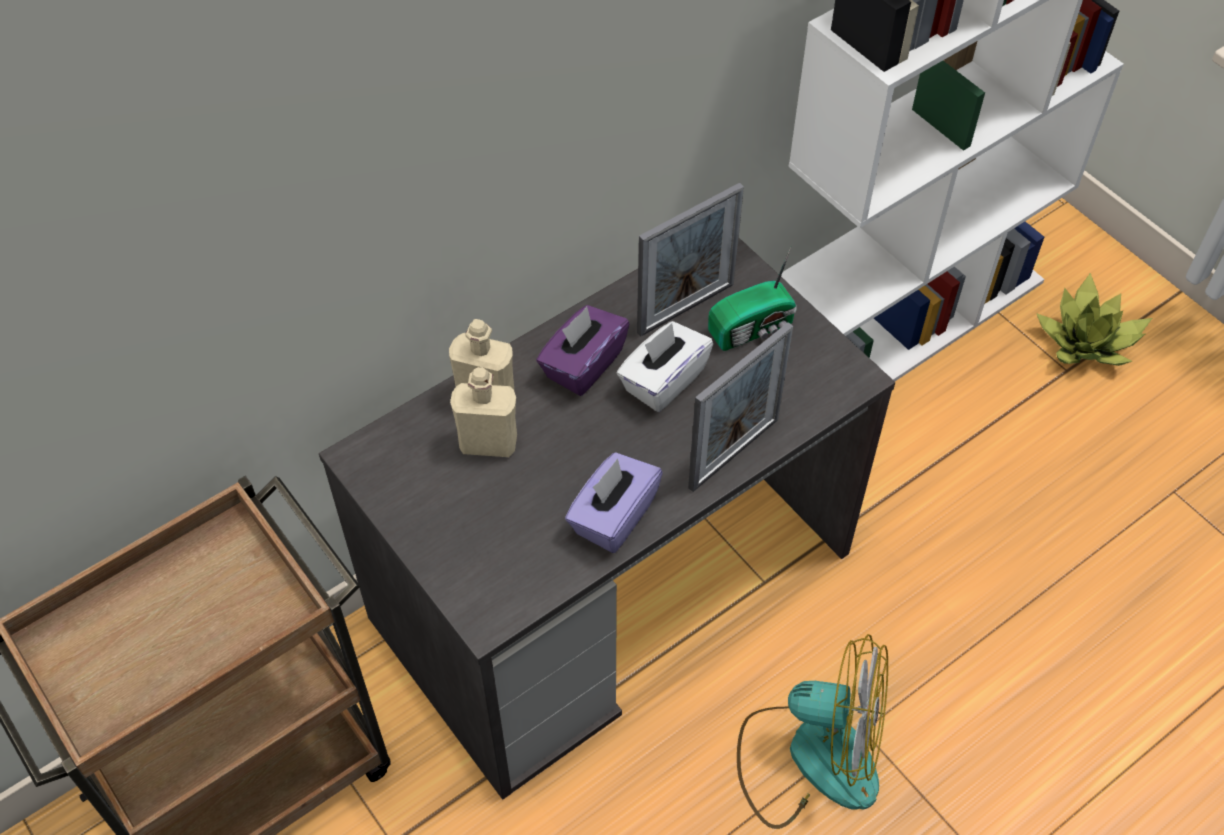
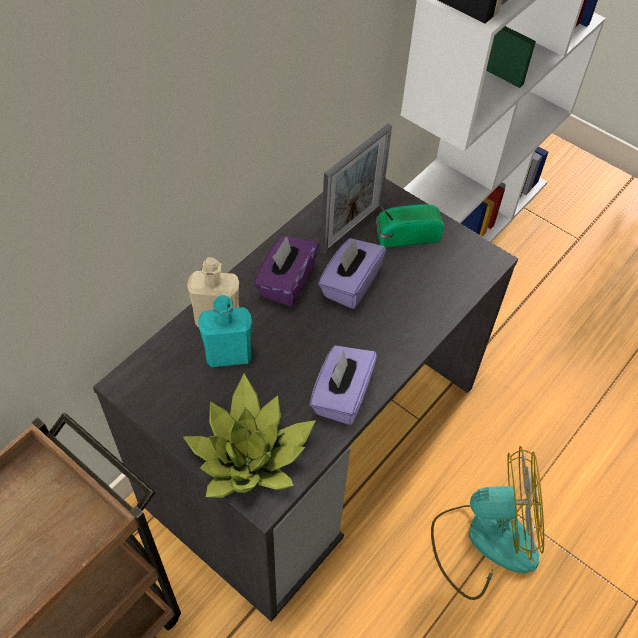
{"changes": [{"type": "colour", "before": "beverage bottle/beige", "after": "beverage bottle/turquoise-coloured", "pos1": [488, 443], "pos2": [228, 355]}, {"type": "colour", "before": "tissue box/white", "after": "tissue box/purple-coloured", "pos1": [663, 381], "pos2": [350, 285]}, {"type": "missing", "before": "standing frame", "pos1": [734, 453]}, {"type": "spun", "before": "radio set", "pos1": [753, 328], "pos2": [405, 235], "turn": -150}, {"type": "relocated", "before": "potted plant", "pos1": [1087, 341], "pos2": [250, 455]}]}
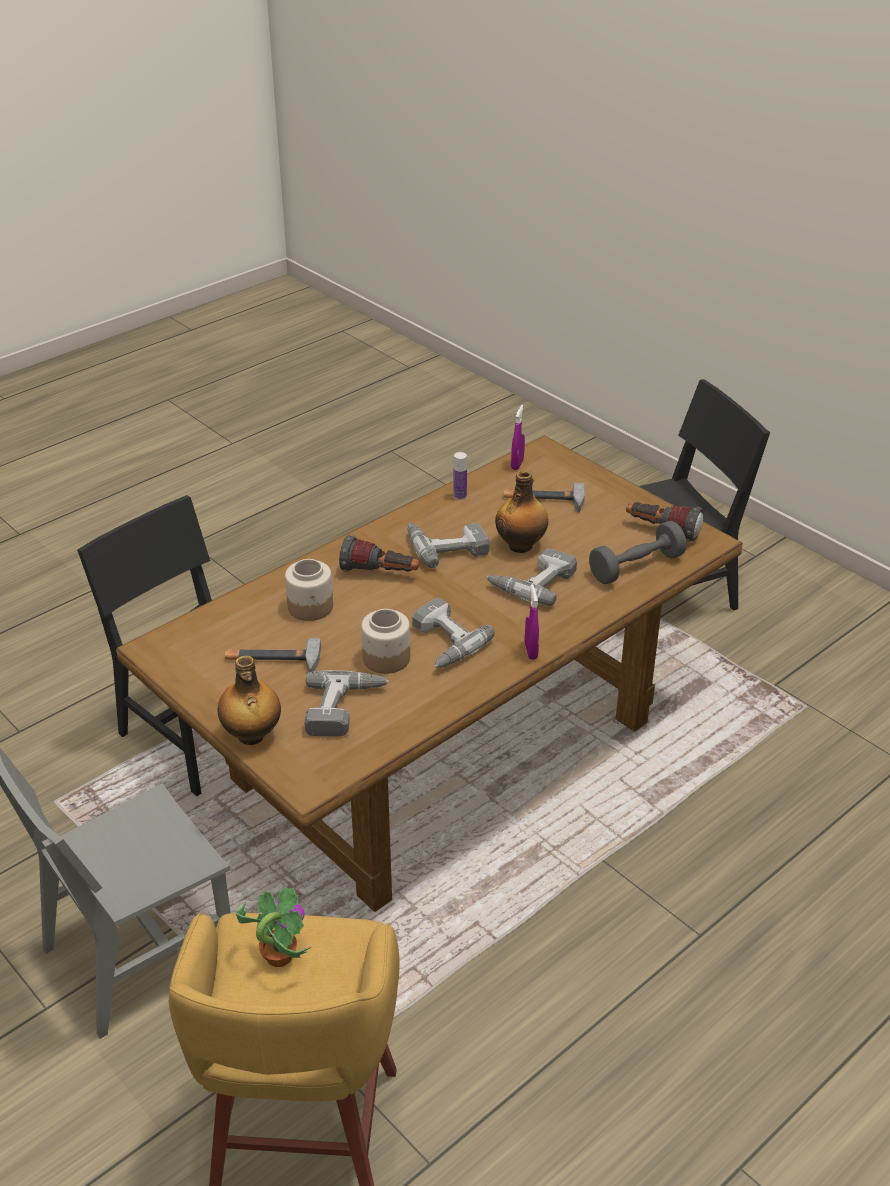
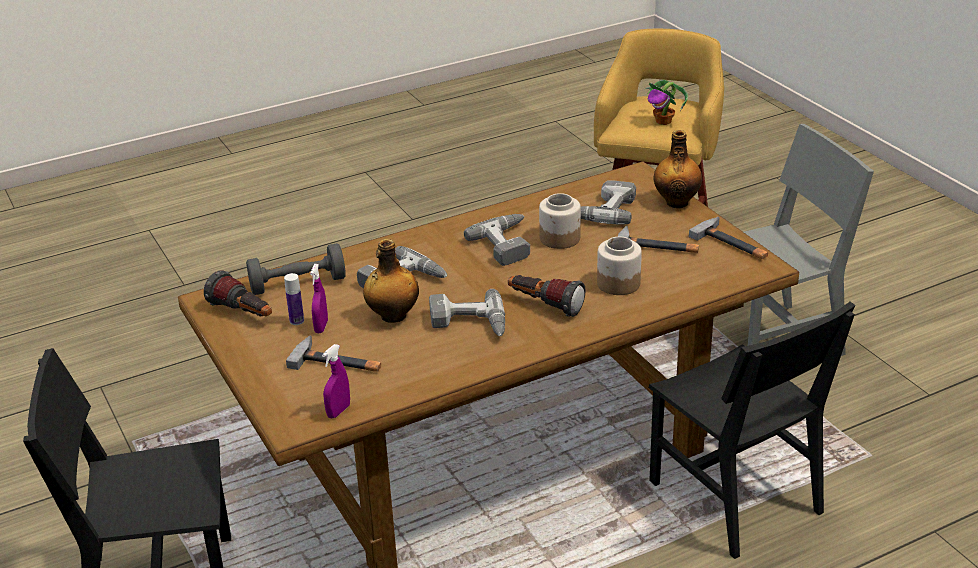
{"changes": [{"type": "relocated", "before": "beverage bottle", "pos1": [460, 496], "pos2": [297, 321]}, {"type": "relocated", "before": "hand sprayer/purple-coloured", "pos1": [531, 651], "pos2": [321, 327]}, {"type": "appeared", "after": "hand hammer", "pos2": [733, 244]}]}
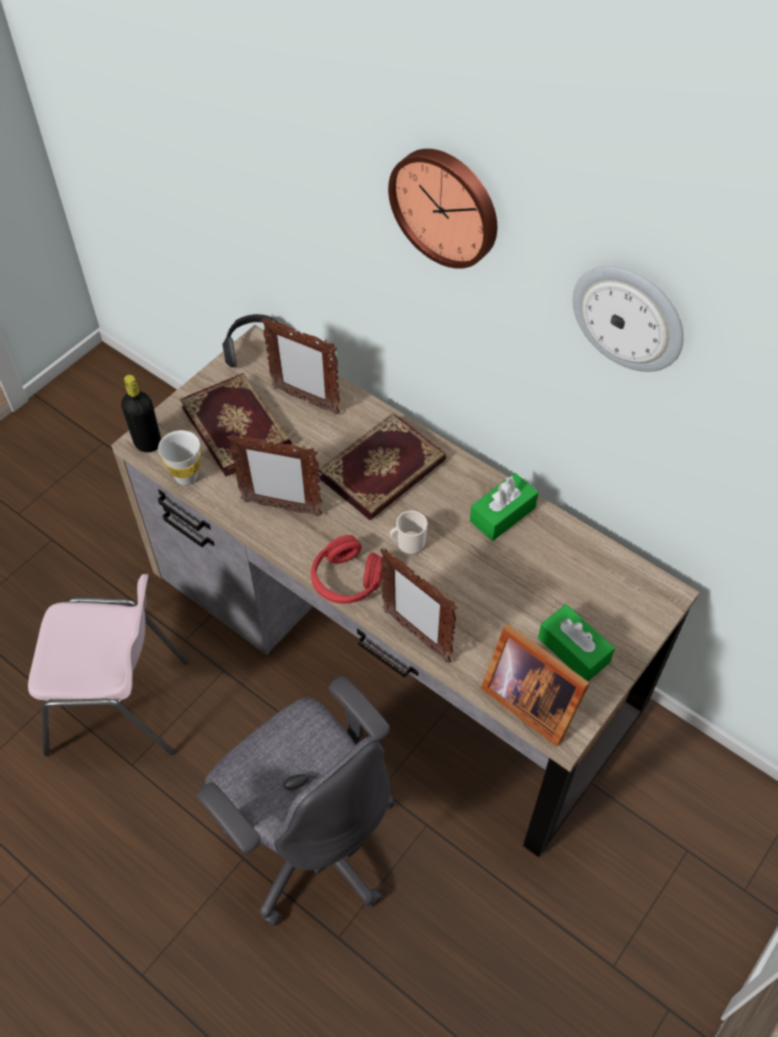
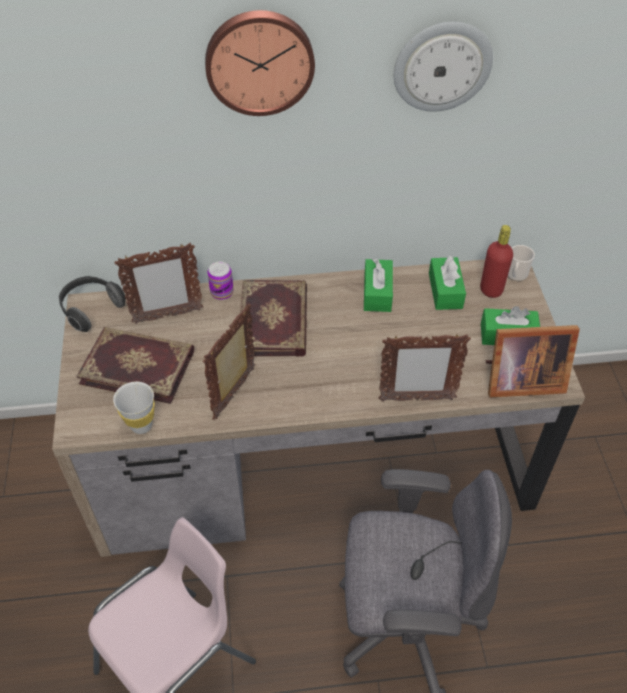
{"changes": [{"type": "missing", "before": "beverage bottle/black-coloured", "pos1": [147, 443]}, {"type": "spun", "before": "standing frame", "pos1": [281, 507], "pos2": [235, 393], "turn": 150}, {"type": "missing", "before": "headset/reddish", "pos1": [346, 580]}, {"type": "relocated", "before": "coffee mug", "pos1": [407, 544], "pos2": [515, 275]}, {"type": "appeared", "after": "can", "pos2": [222, 292]}, {"type": "appeared", "after": "tissue box/green", "pos2": [445, 291]}, {"type": "appeared", "after": "beverage bottle/reddish", "pos2": [491, 290]}]}
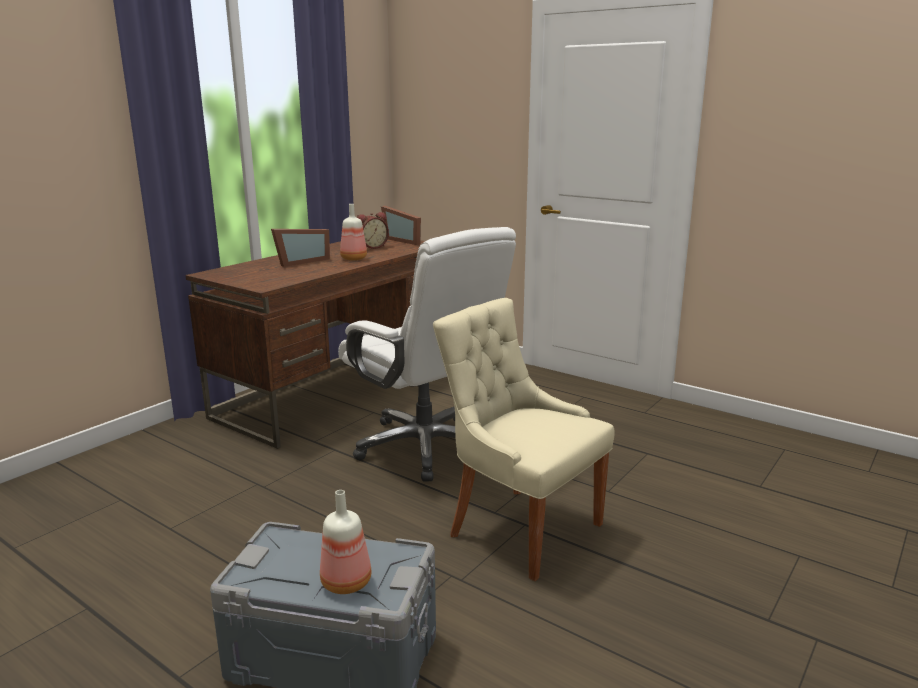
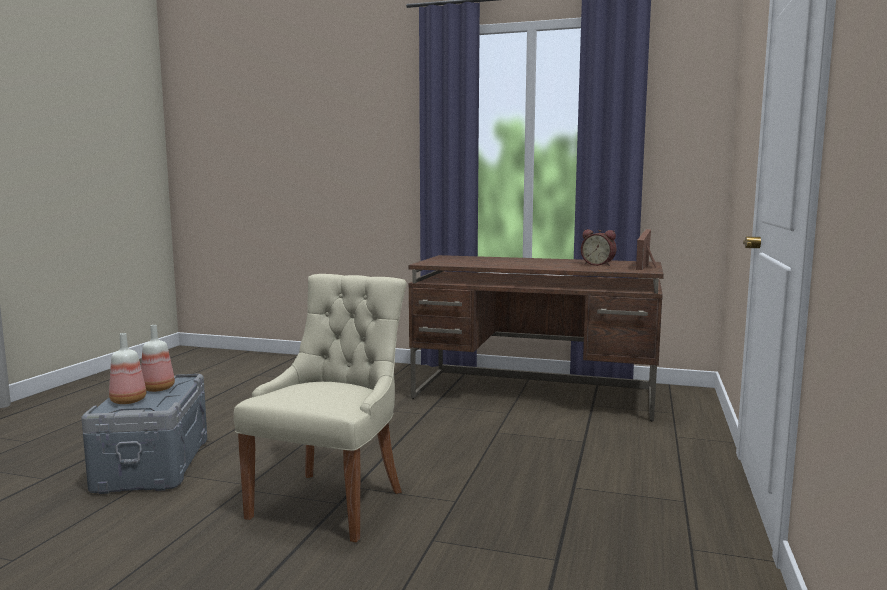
{"changes": [{"type": "missing", "before": "standing frame", "pos1": [300, 261]}, {"type": "missing", "before": "office chair/white", "pos1": [426, 447]}, {"type": "relocated", "before": "beverage bottle", "pos1": [353, 259], "pos2": [157, 388]}]}
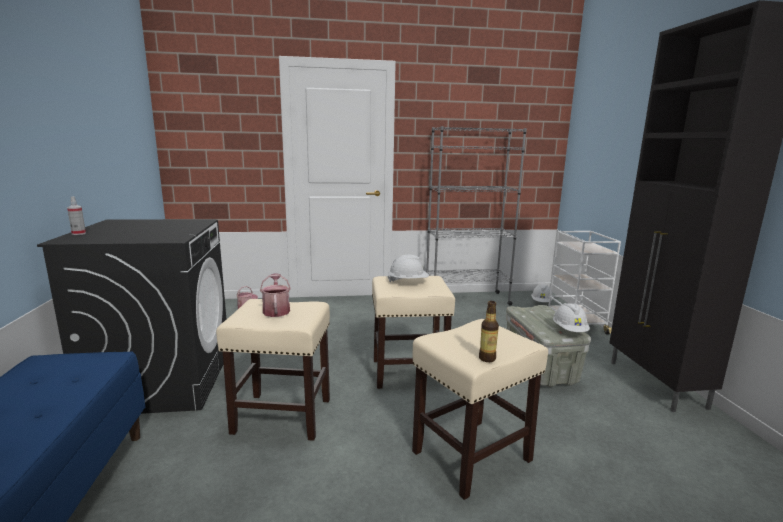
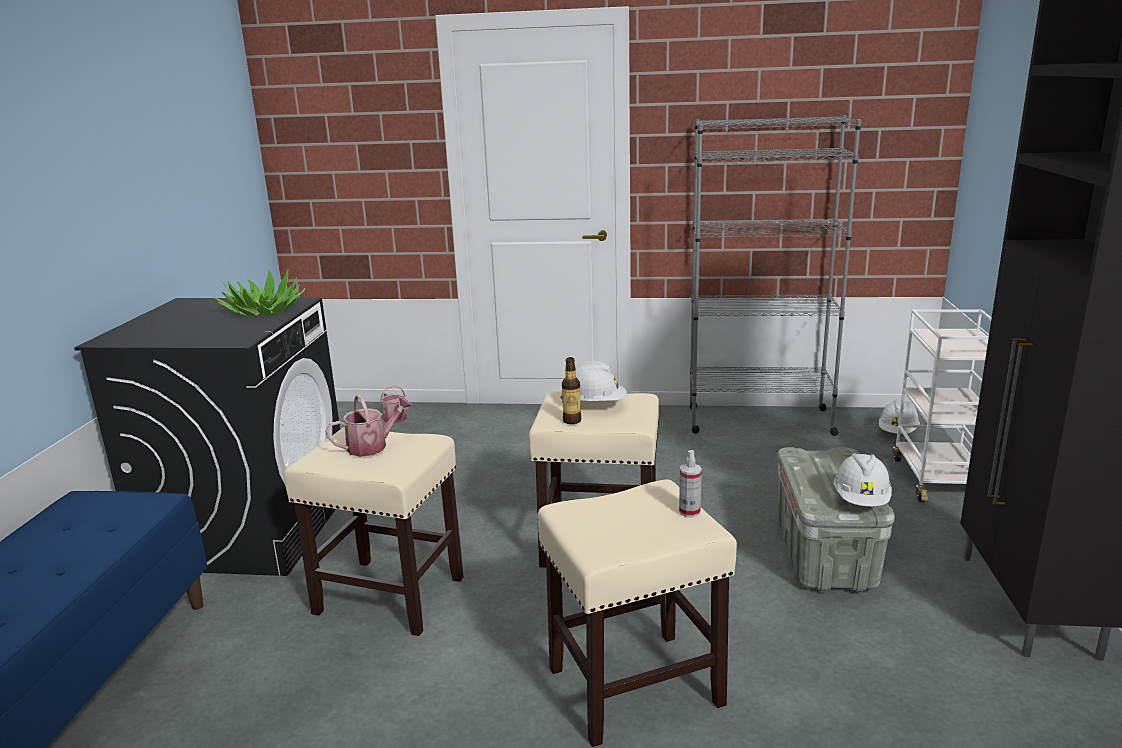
{"changes": [{"type": "relocated", "before": "hand sprayer", "pos1": [79, 233], "pos2": [689, 512]}, {"type": "spun", "before": "watering can", "pos1": [276, 310], "pos2": [372, 446], "turn": 60}, {"type": "relocated", "before": "beverage bottle", "pos1": [487, 358], "pos2": [572, 421]}, {"type": "appeared", "after": "potted plant", "pos2": [263, 311]}]}
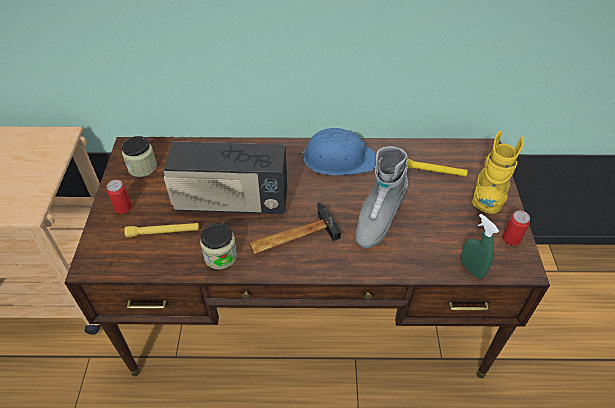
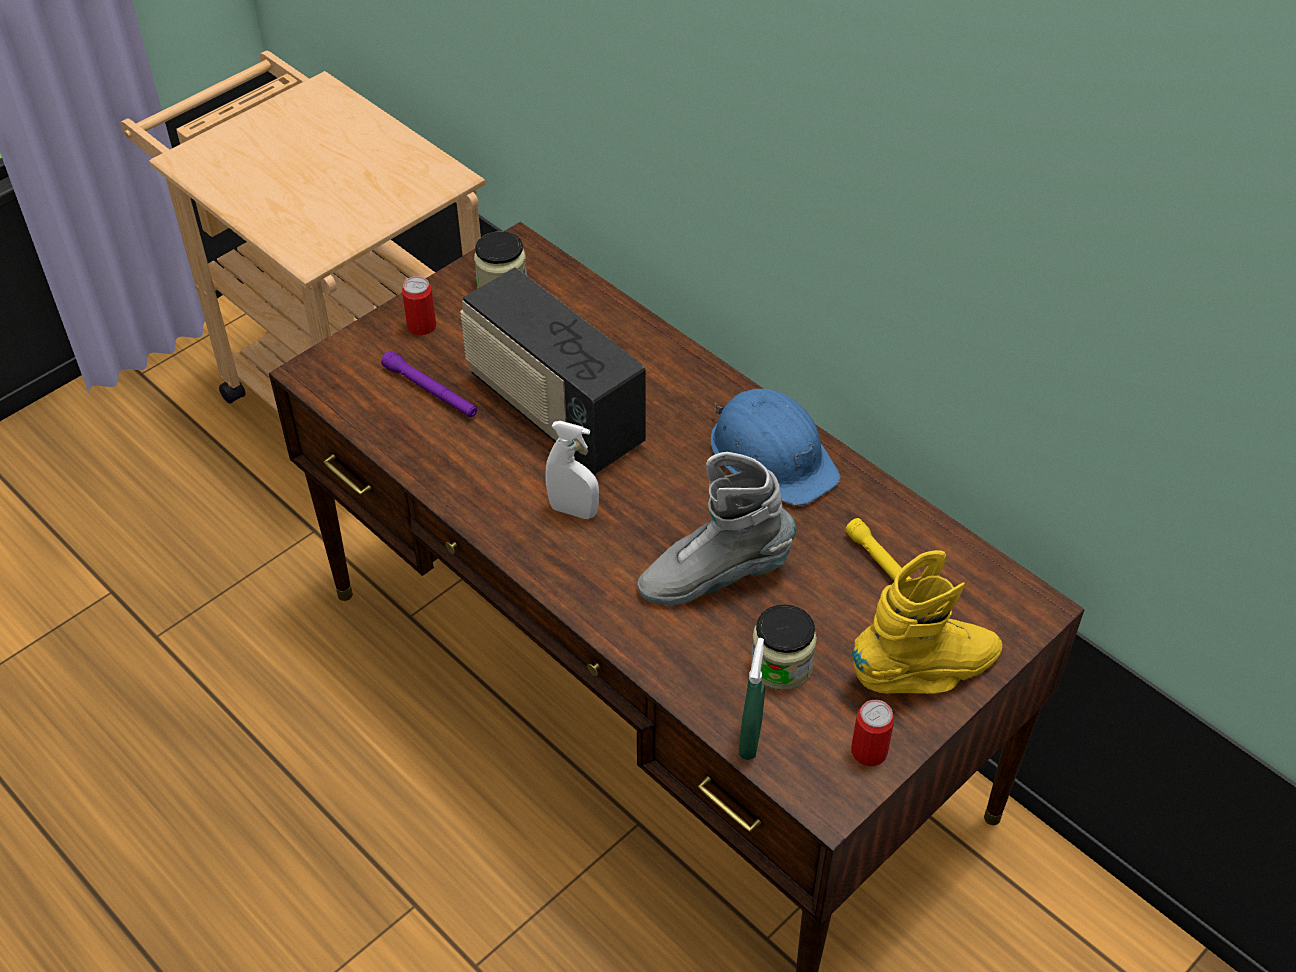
{"changes": [{"type": "colour", "before": "hand torch/yellow-coloured", "after": "hand torch/purple-coloured", "pos1": [163, 232], "pos2": [430, 391]}, {"type": "relocated", "before": "preserve jar", "pos1": [220, 256], "pos2": [781, 665]}, {"type": "exchanged", "before": "hand hammer", "after": "hand sprayer/white", "pos1": [291, 235], "pos2": [573, 510]}]}
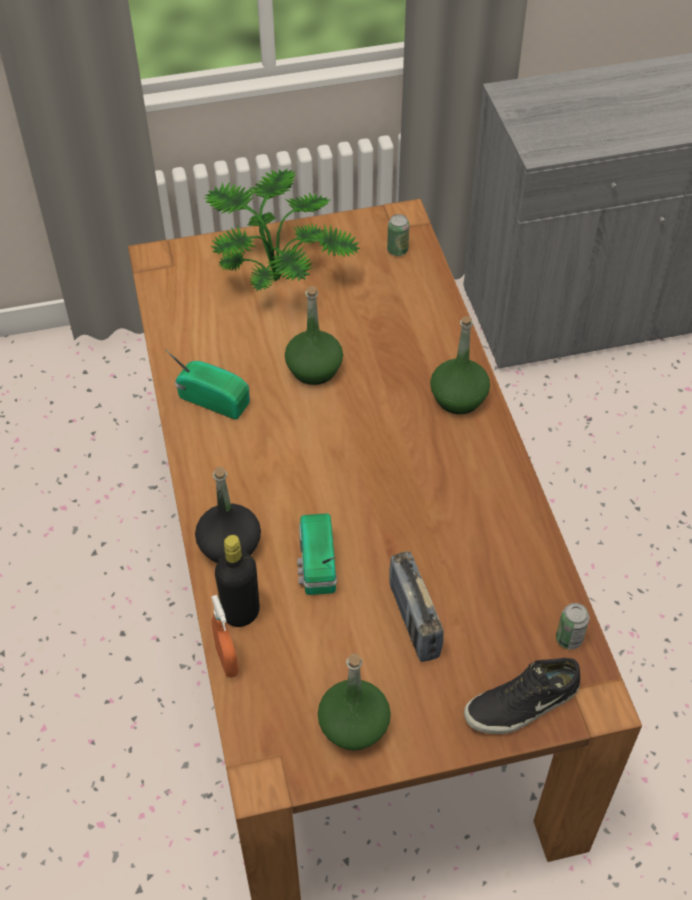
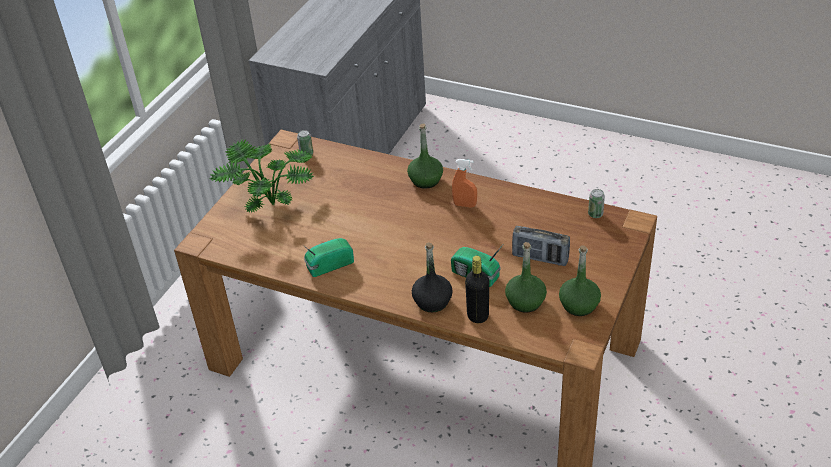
{"changes": [{"type": "relocated", "before": "hand sprayer/orangey", "pos1": [227, 661], "pos2": [465, 205]}, {"type": "relocated", "before": "beverage bottle/green", "pos1": [314, 369], "pos2": [525, 301]}, {"type": "missing", "before": "low shoe/black-coloured", "pos1": [522, 705]}]}
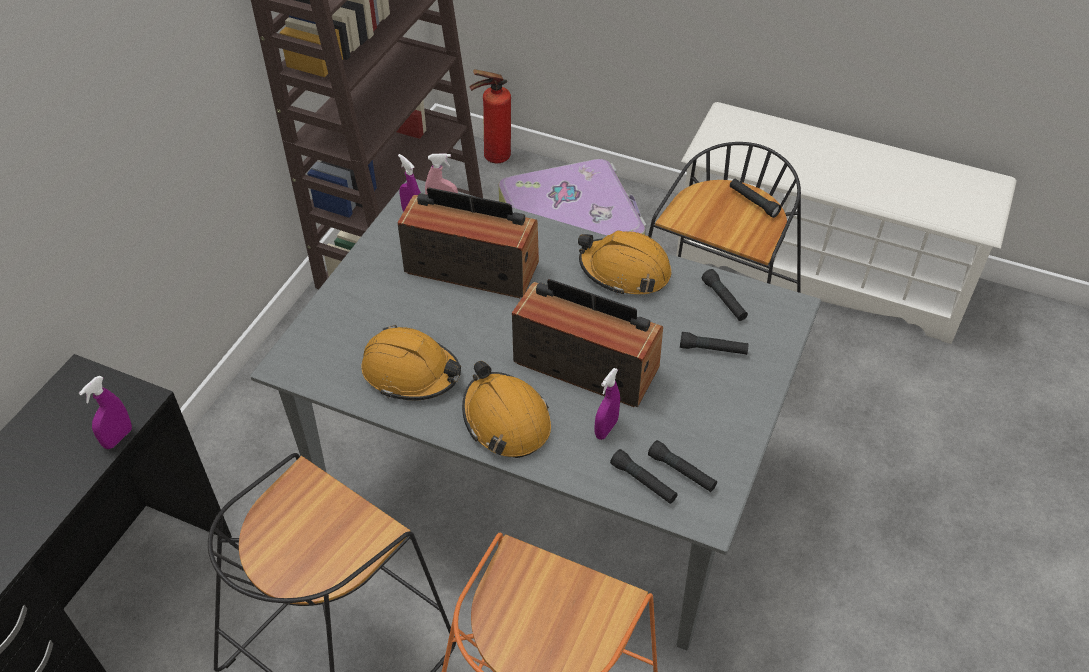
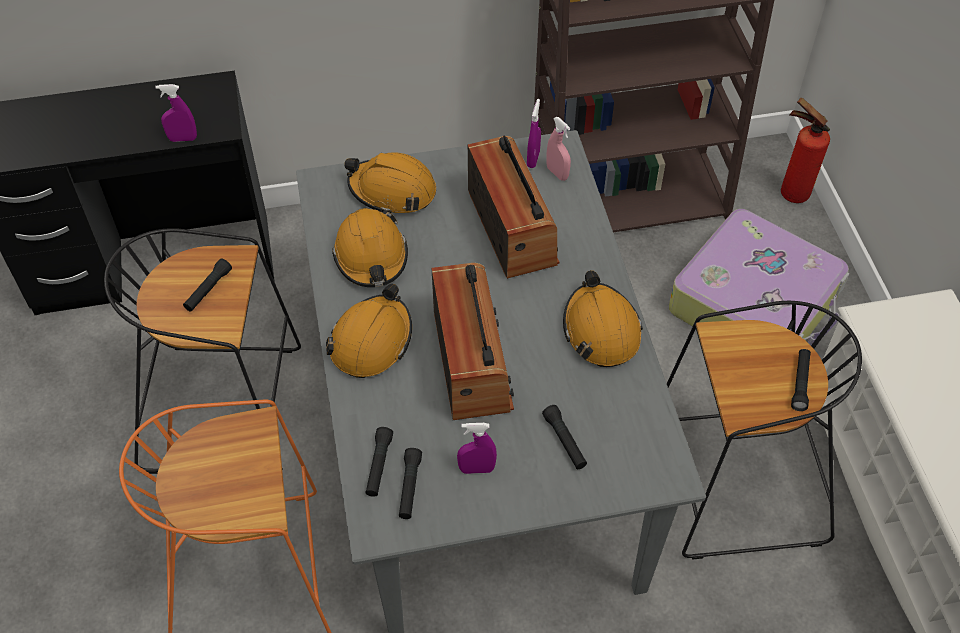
{"changes": [{"type": "relocated", "before": "hand sprayer/purple-coloured", "pos1": [606, 429], "pos2": [476, 469]}, {"type": "relocated", "before": "hand torch/black-coloured", "pos1": [724, 300], "pos2": [208, 290]}, {"type": "appeared", "after": "work helmet/orangey", "pos2": [392, 191]}]}
